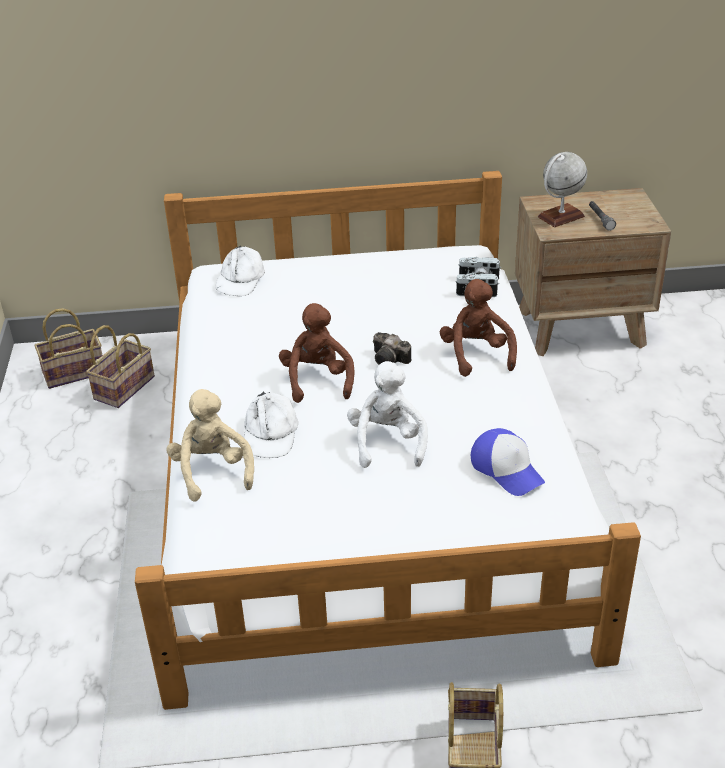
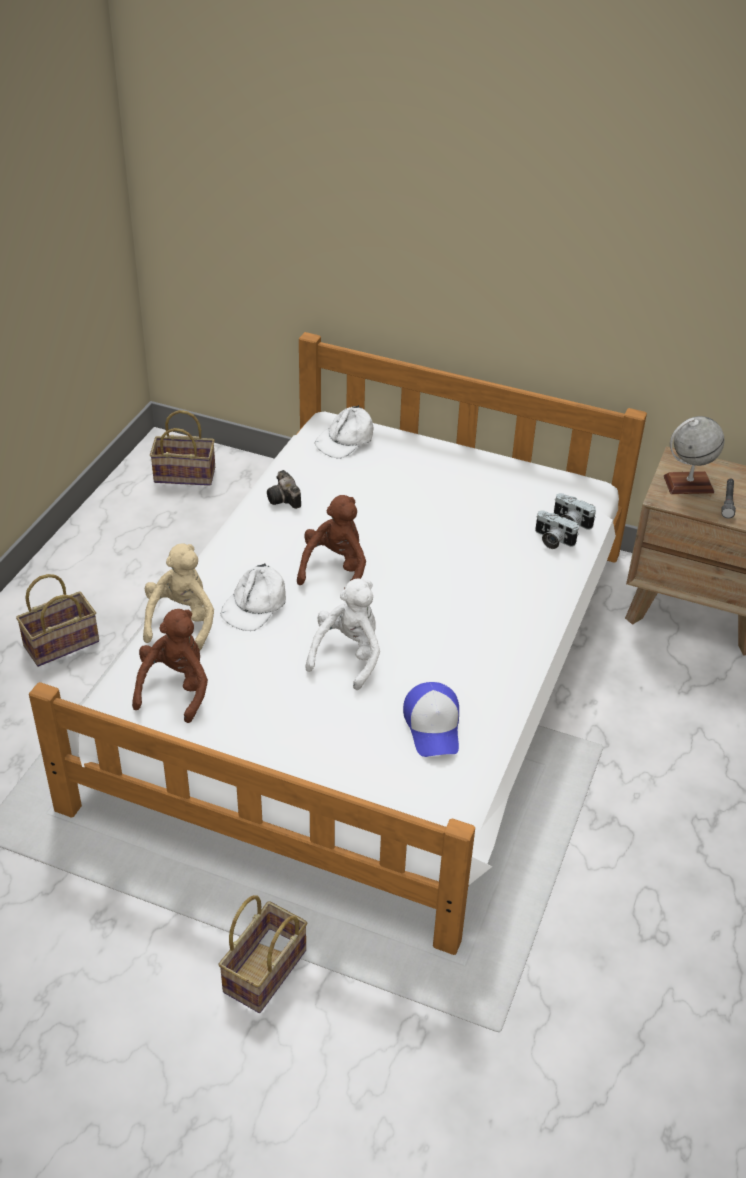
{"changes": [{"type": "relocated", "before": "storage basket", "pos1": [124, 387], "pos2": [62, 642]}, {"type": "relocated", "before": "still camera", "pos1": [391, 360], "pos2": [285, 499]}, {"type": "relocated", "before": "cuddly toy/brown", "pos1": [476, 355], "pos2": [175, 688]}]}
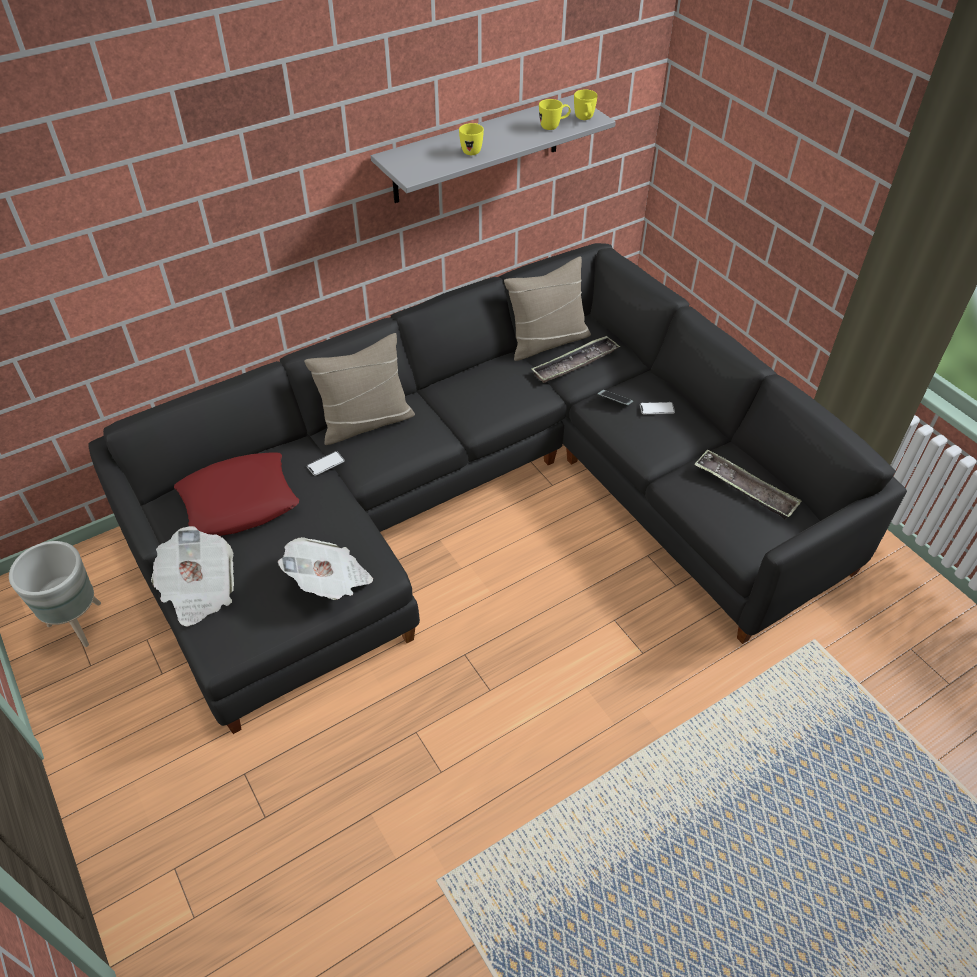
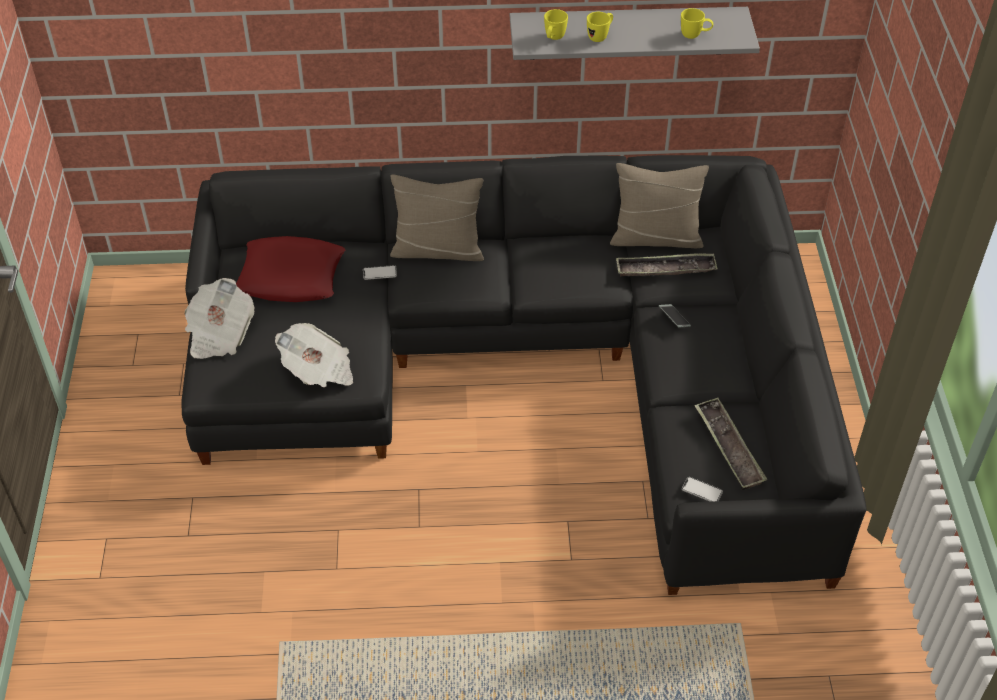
{"changes": [{"type": "missing", "before": "plant pot/gray", "pos1": [78, 624]}, {"type": "relocated", "before": "coffee mug/yellow-coloured", "pos1": [585, 119], "pos2": [553, 39]}, {"type": "relocated", "before": "telephone", "pos1": [657, 409], "pos2": [702, 490]}]}
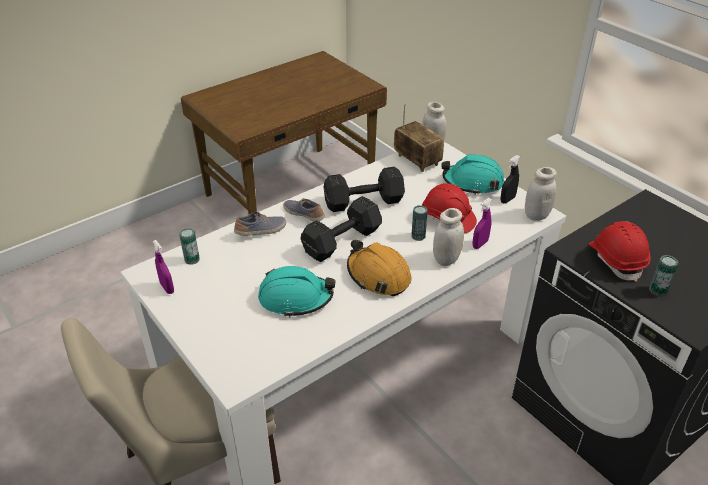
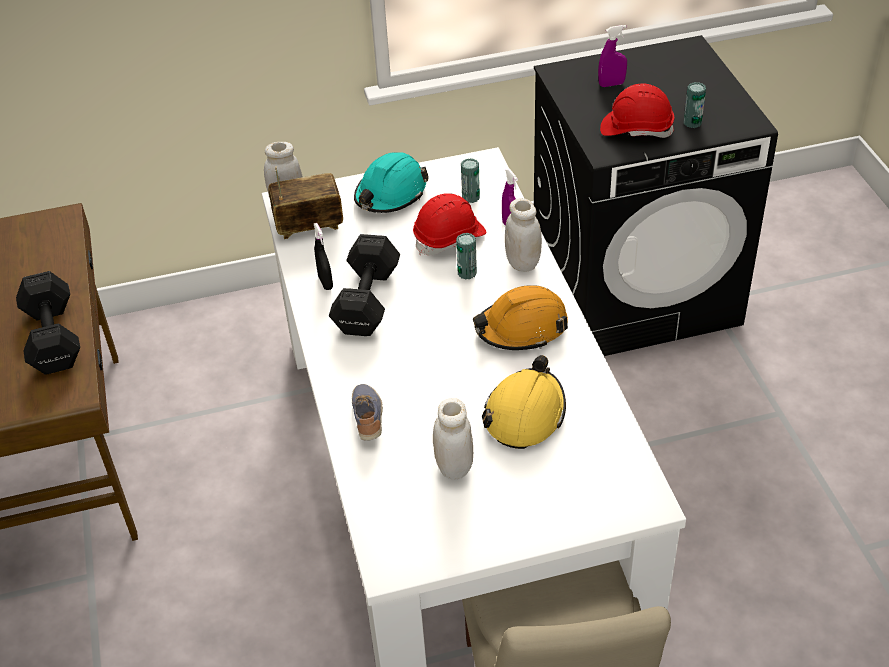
{"changes": [{"type": "relocated", "before": "hand sprayer/purple-coloured", "pos1": [167, 288], "pos2": [611, 84]}, {"type": "relocated", "before": "can", "pos1": [192, 259], "pos2": [470, 197]}, {"type": "colour", "before": "work helmet/turquoise-coloured", "after": "work helmet/yellow-coloured", "pos1": [295, 298], "pos2": [525, 414]}, {"type": "missing", "before": "low shoe", "pos1": [304, 215]}, {"type": "relocated", "before": "dumbbell/black-coloured", "pos1": [344, 241], "pos2": [54, 336]}, {"type": "relocated", "before": "hand sprayer/black-coloured", "pos1": [507, 199], "pos2": [325, 282]}, {"type": "relocated", "before": "preserve jar/white", "pos1": [536, 215], "pos2": [454, 467]}]}
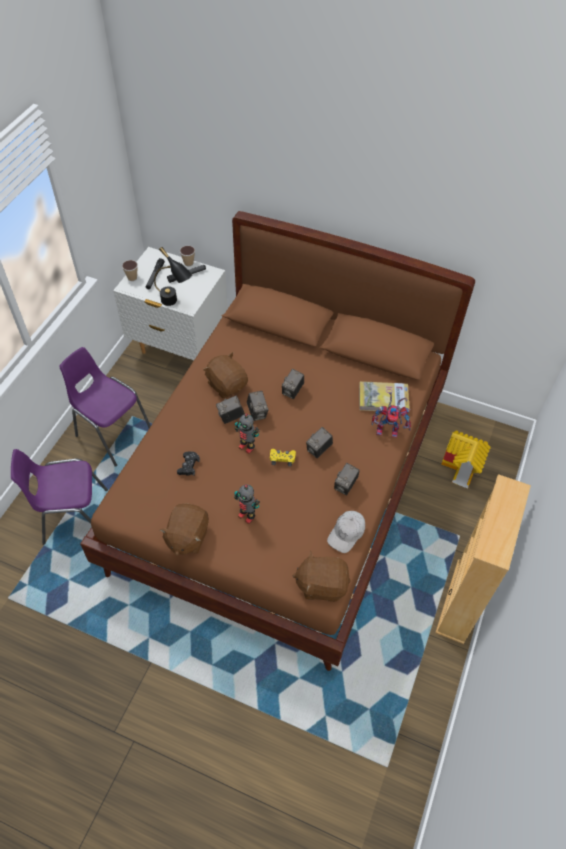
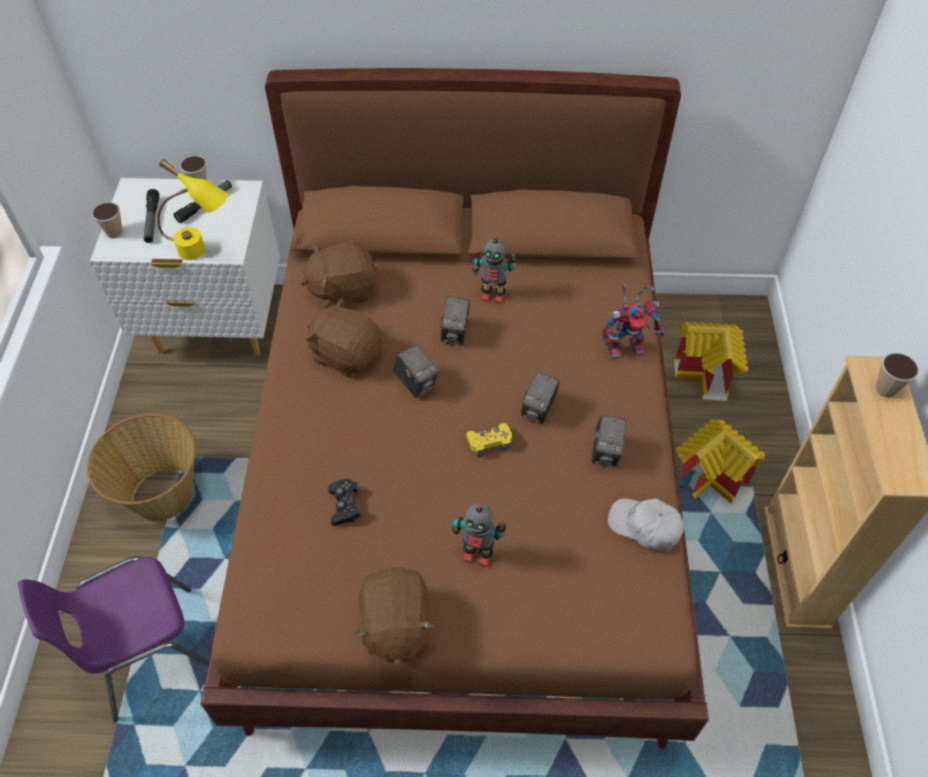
{"changes": [{"type": "exchanged", "before": "chair/purple-coloured", "after": "storage basket", "pos1": [112, 433], "pos2": [161, 494]}, {"type": "colour", "before": "table lamp/black-coloured", "after": "table lamp/yellow-coloured", "pos1": [174, 303], "pos2": [204, 253]}, {"type": "missing", "before": "still camera", "pos1": [231, 417]}, {"type": "relocated", "before": "robot figure", "pos1": [247, 447], "pos2": [492, 295]}, {"type": "relocated", "before": "cuddly toy/brown", "pos1": [322, 584], "pos2": [343, 290]}, {"type": "spun", "before": "peaked cap/white", "pos1": [346, 533], "pos2": [645, 527], "turn": 105}, {"type": "missing", "before": "volume", "pos1": [383, 398]}, {"type": "appeared", "after": "model house", "pos2": [711, 478]}, {"type": "appeared", "after": "cup", "pos2": [886, 389]}]}
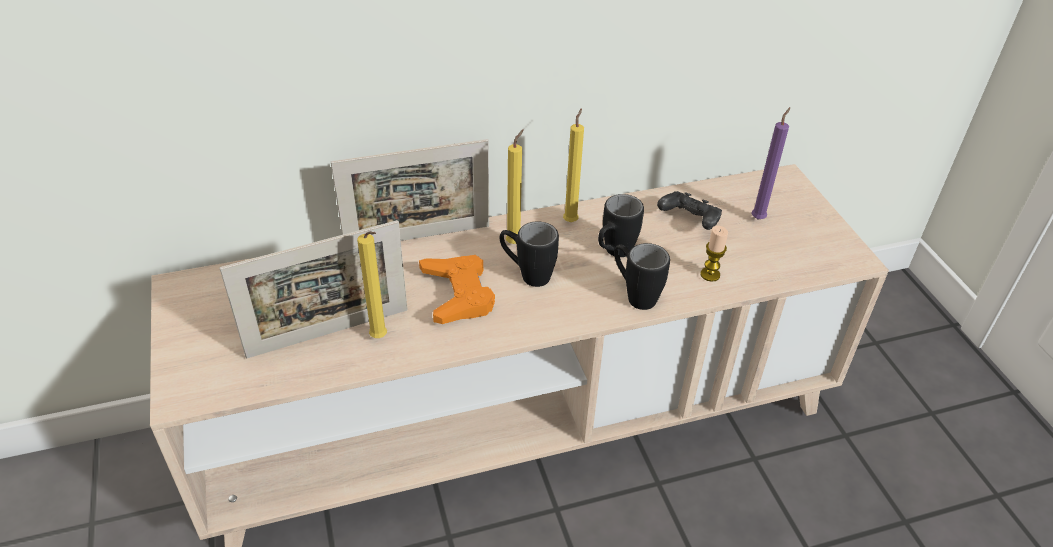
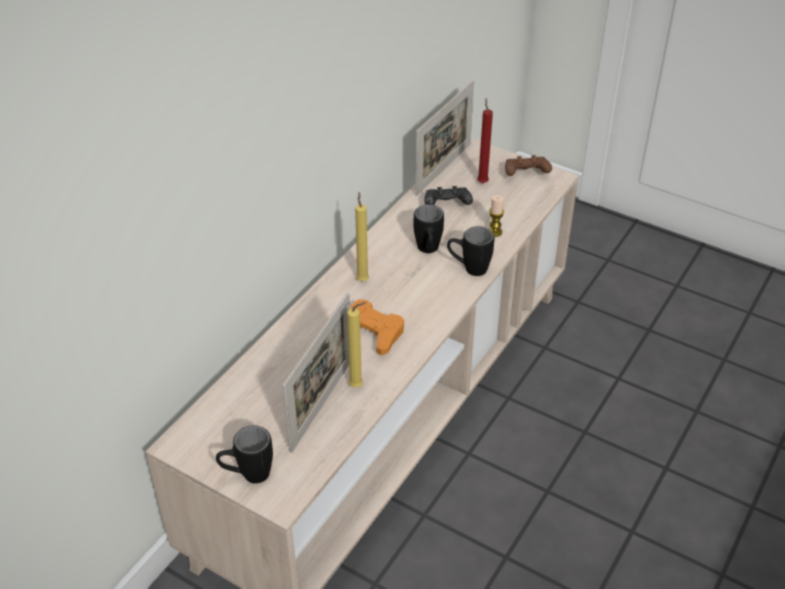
{"changes": [{"type": "relocated", "before": "standing frame", "pos1": [418, 237], "pos2": [443, 169]}, {"type": "relocated", "before": "coffee mug/black-coloured", "pos1": [527, 274], "pos2": [247, 475]}, {"type": "missing", "before": "wax light/yellow-coloured", "pos1": [571, 220]}, {"type": "colour", "before": "wax light/purple-coloured", "after": "wax light/reddish", "pos1": [759, 218], "pos2": [482, 182]}, {"type": "appeared", "after": "game controller/brown", "pos2": [525, 175]}]}
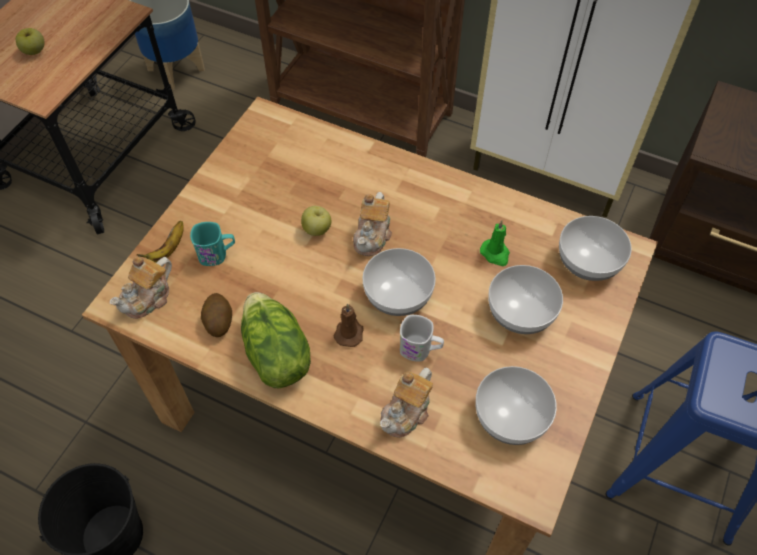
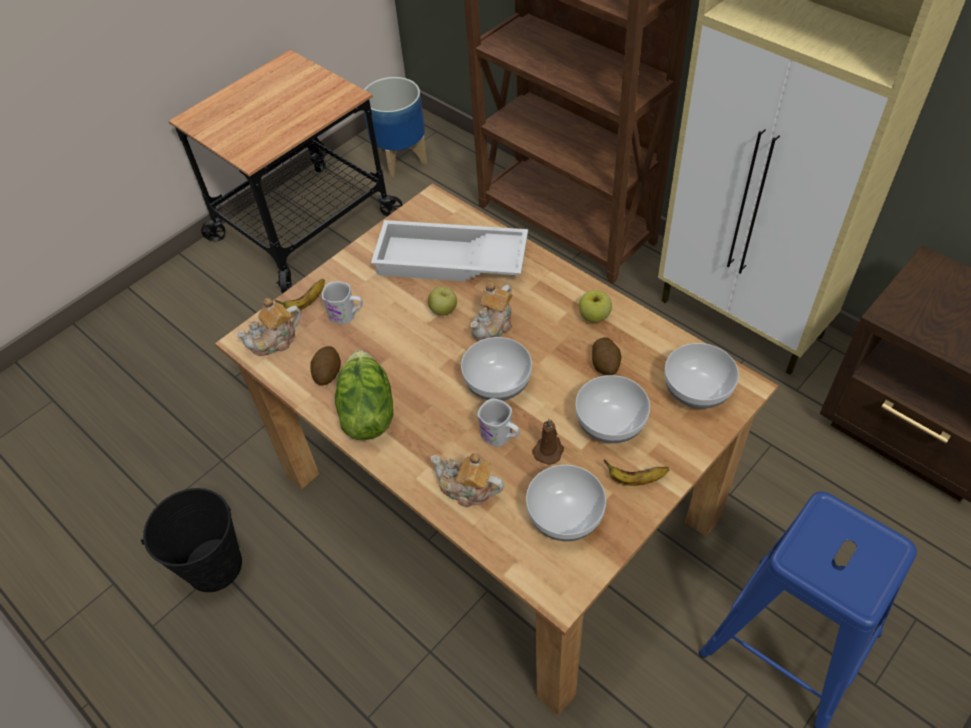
{"changes": [{"type": "relocated", "before": "whole apple", "pos1": [34, 51], "pos2": [594, 316]}, {"type": "colour", "before": "coffee mug/turquoise-coloured", "after": "coffee mug/white", "pos1": [217, 254], "pos2": [347, 315]}, {"type": "relocated", "before": "wax light/brown", "pos1": [349, 332], "pos2": [549, 450]}, {"type": "spun", "before": "pot for tea", "pos1": [406, 412], "pos2": [467, 489], "turn": 60}, {"type": "exchanged", "before": "wax light/green", "after": "spud", "pos1": [495, 254], "pos2": [605, 364]}, {"type": "appeared", "after": "tray/white", "pos2": [449, 262]}, {"type": "appeared", "after": "whole banana", "pos2": [635, 479]}]}
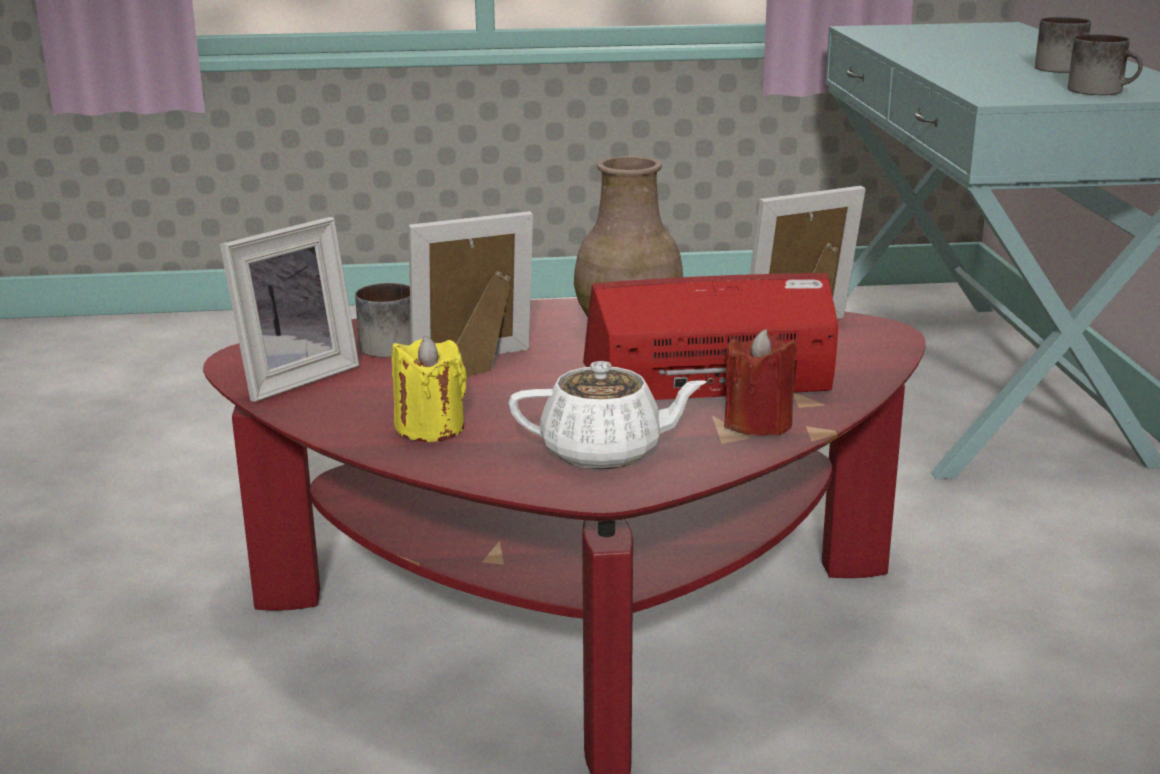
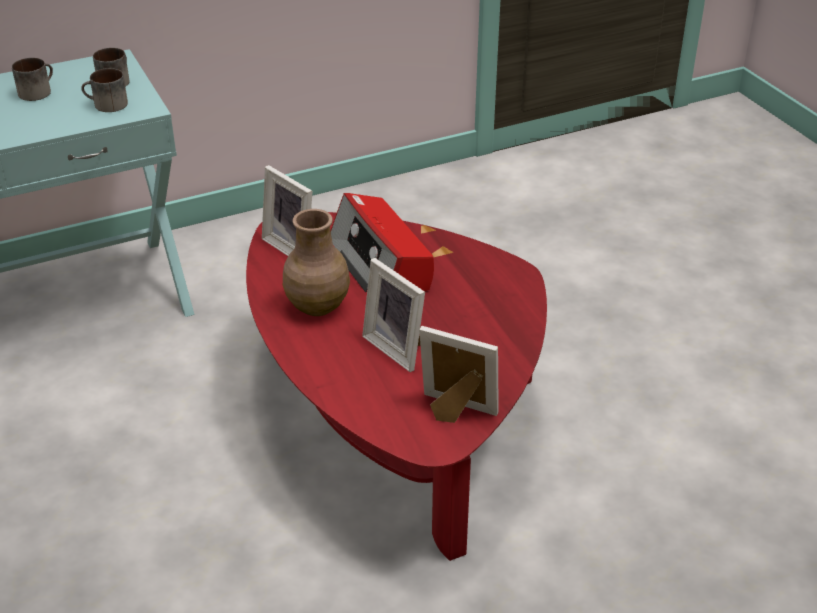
{"changes": [{"type": "relocated", "before": "coffee mug", "pos1": [390, 344], "pos2": [106, 105]}, {"type": "missing", "before": "wax light/yellow-coloured", "pos1": [430, 428]}, {"type": "missing", "before": "pot for tea/white", "pos1": [604, 452]}, {"type": "missing", "before": "wax light/reddish", "pos1": [758, 424]}]}
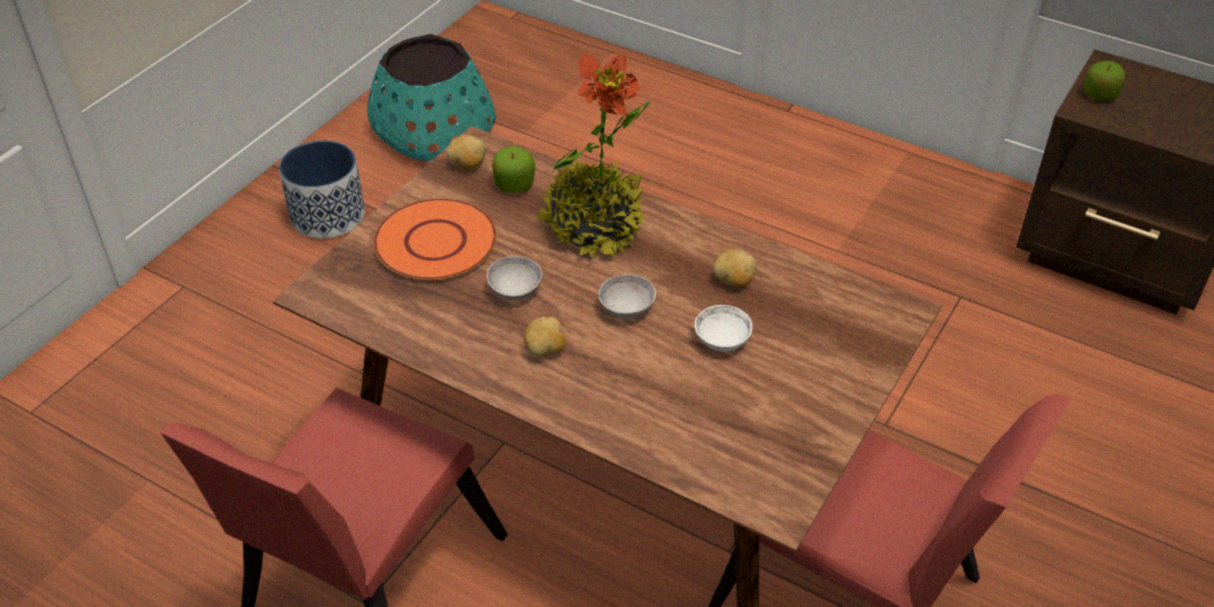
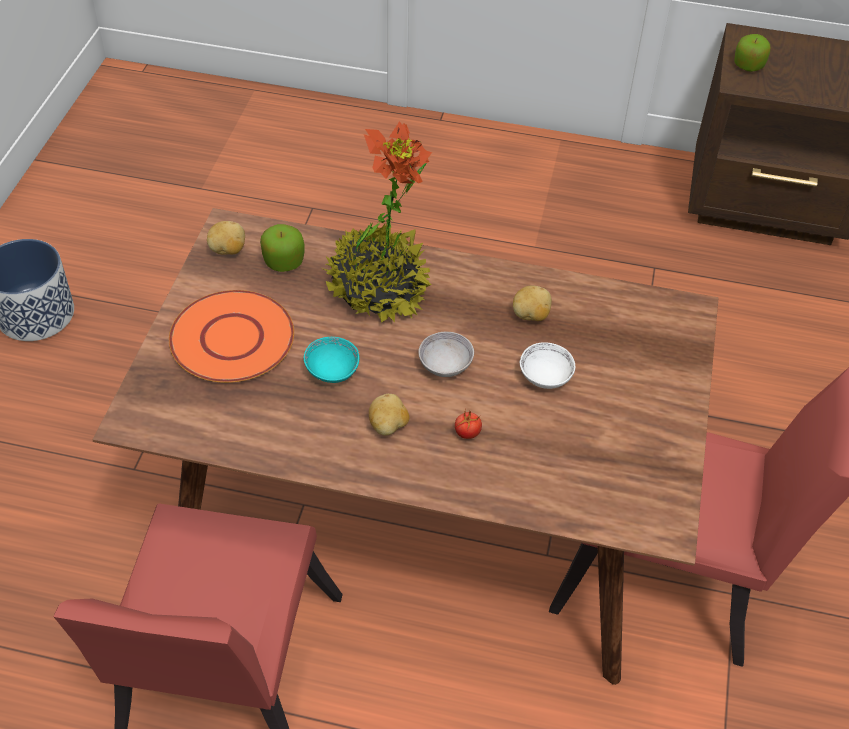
{"changes": [{"type": "missing", "before": "plant pot/turquoise-coloured", "pos1": [433, 129]}, {"type": "colour", "before": "serving bowl/gray", "after": "serving bowl/turquoise-coloured", "pos1": [515, 290], "pos2": [332, 371]}, {"type": "appeared", "after": "tomato", "pos2": [467, 433]}]}
